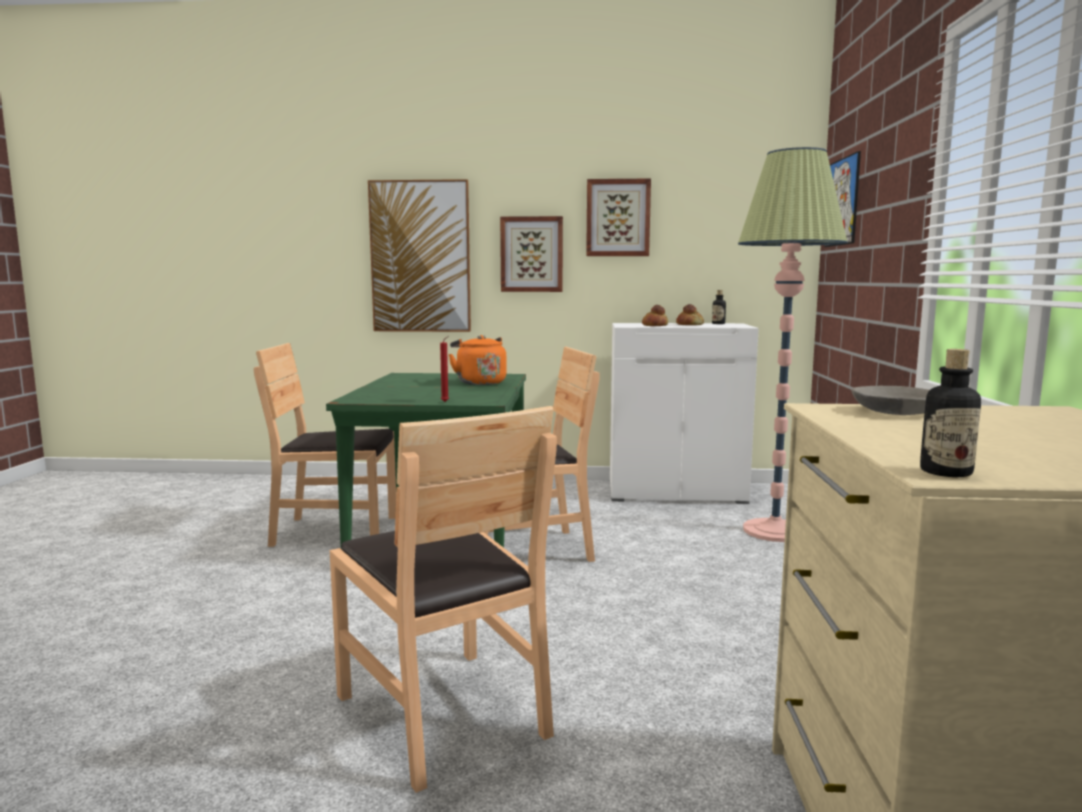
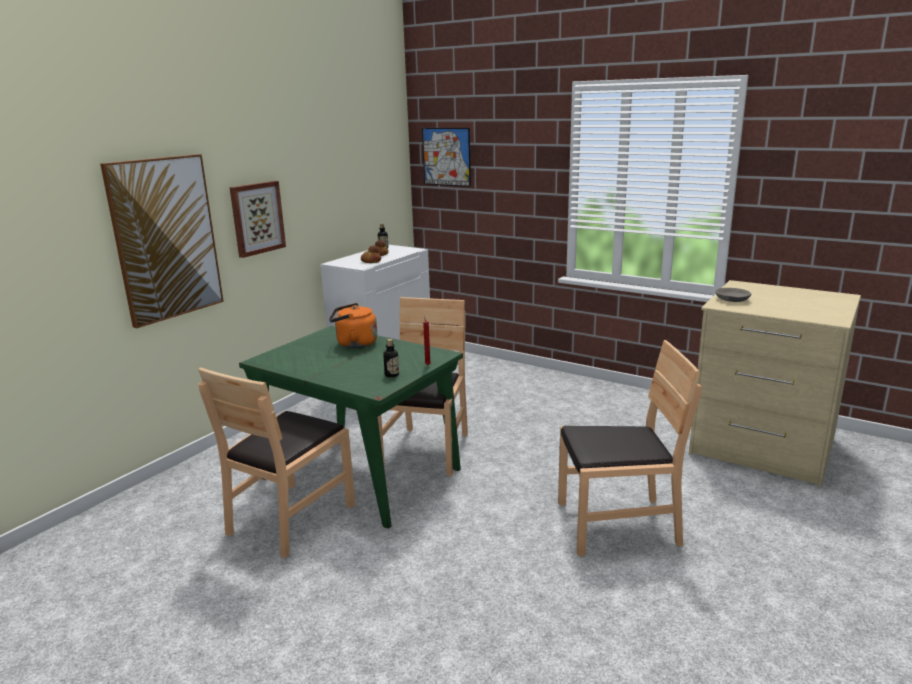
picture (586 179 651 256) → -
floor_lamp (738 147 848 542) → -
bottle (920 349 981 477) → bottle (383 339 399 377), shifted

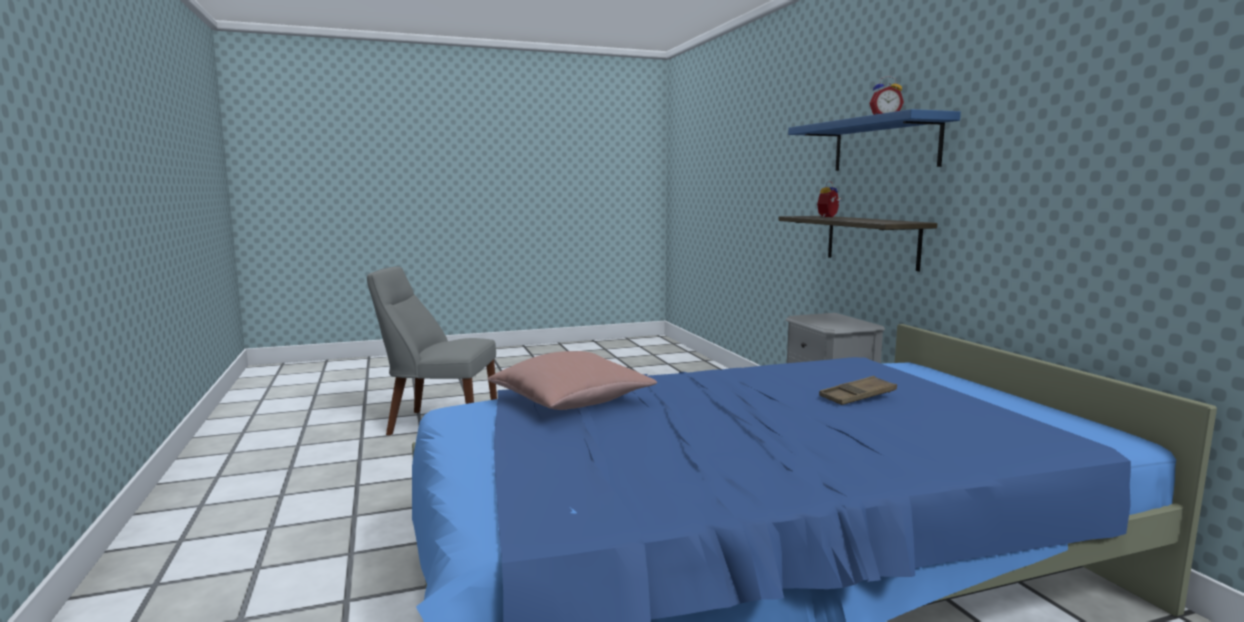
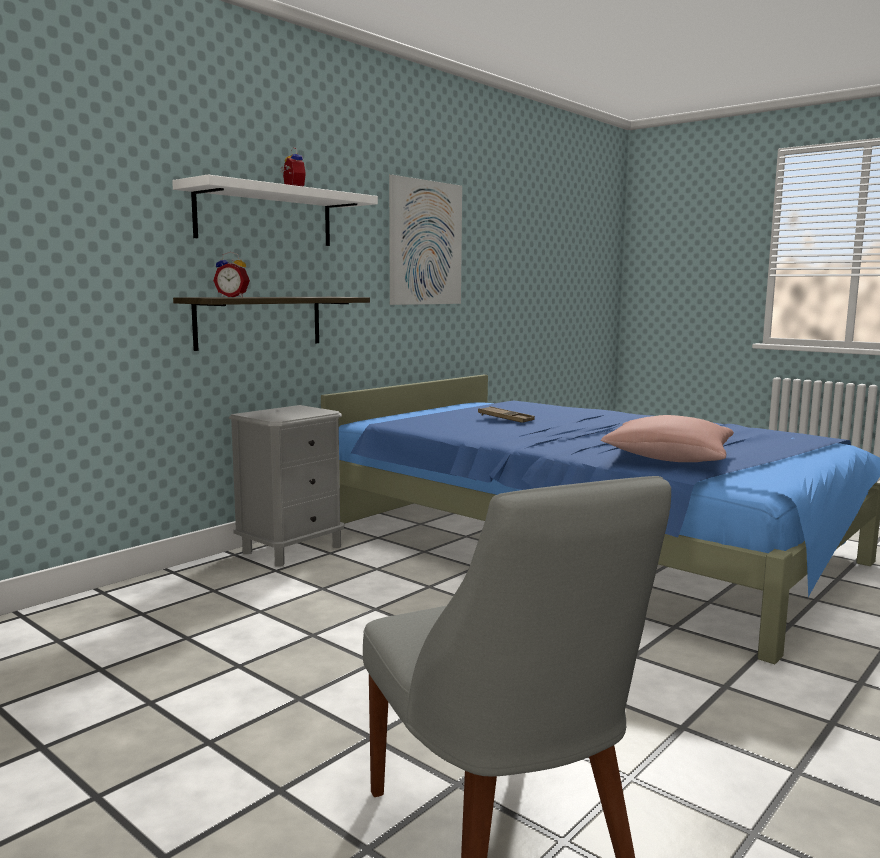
- → picture (389 175 462 305)
blue_shelf (788 109 961 171) → white_shelf (172 175 378 246)

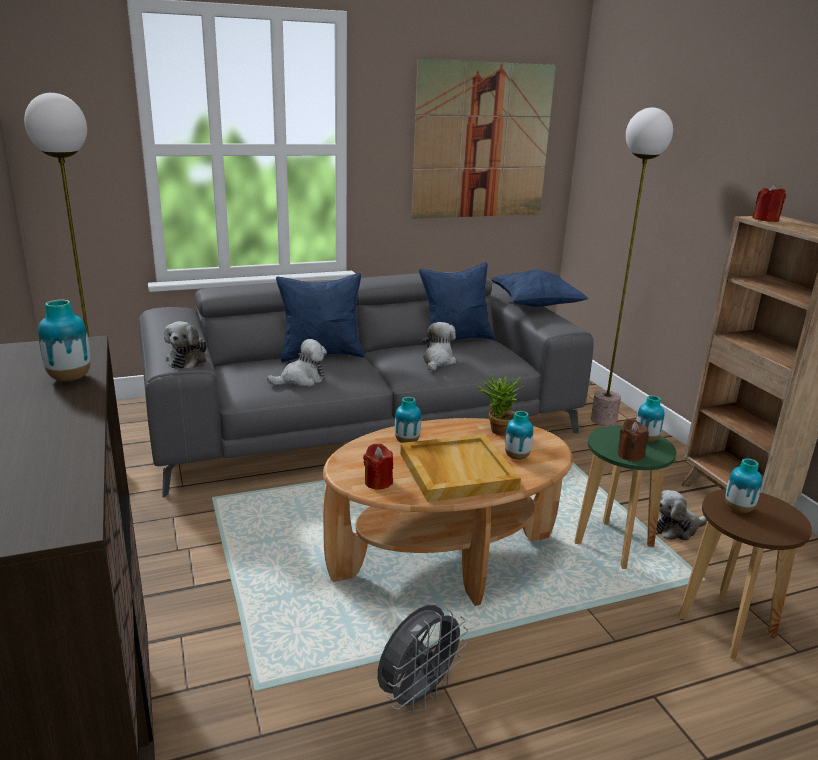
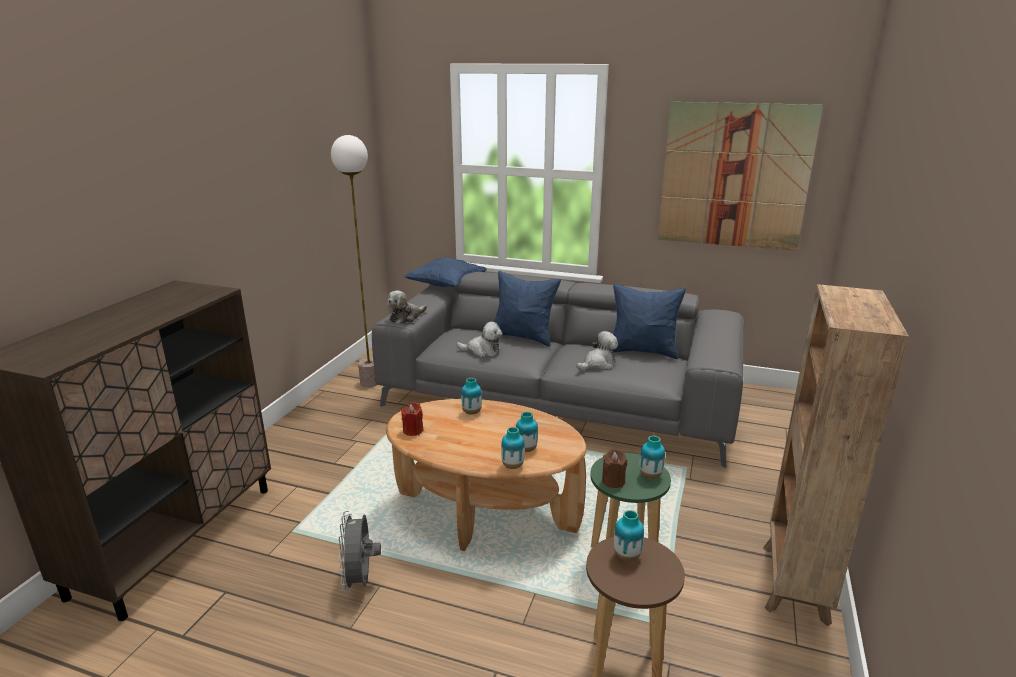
beige_tray (400 434 521 502) → -
potted_plant (478 371 522 436) → -
floor_lamp (591 107 673 426) → -
plush_toy (656 490 707 540) → -
red_candle (752 185 786 222) → -
vase (38 300 91 381) → vase (501 427 525 469), shifted
blue_pillow (491 270 589 307) → blue_pillow (404 258 487 287), shifted
grey_fan (378 605 468 714) → grey_fan (338 511 381 592), 90 degrees clockwise

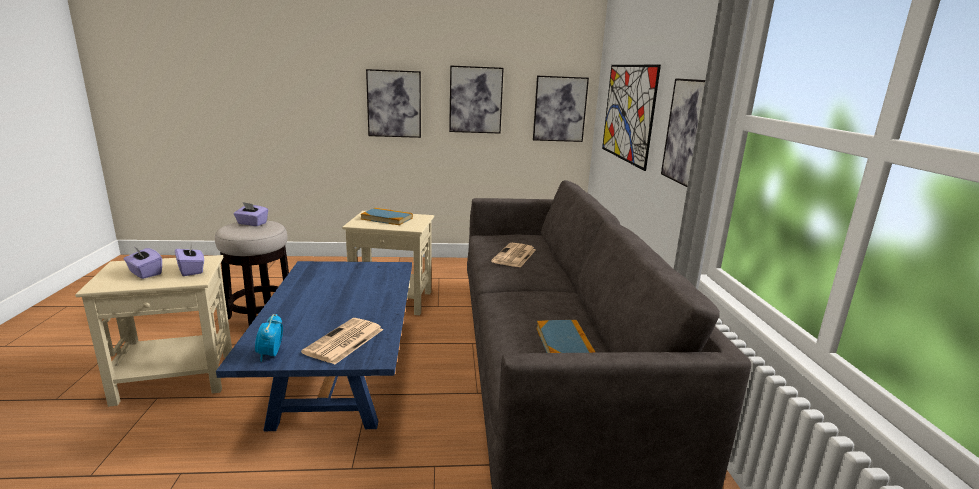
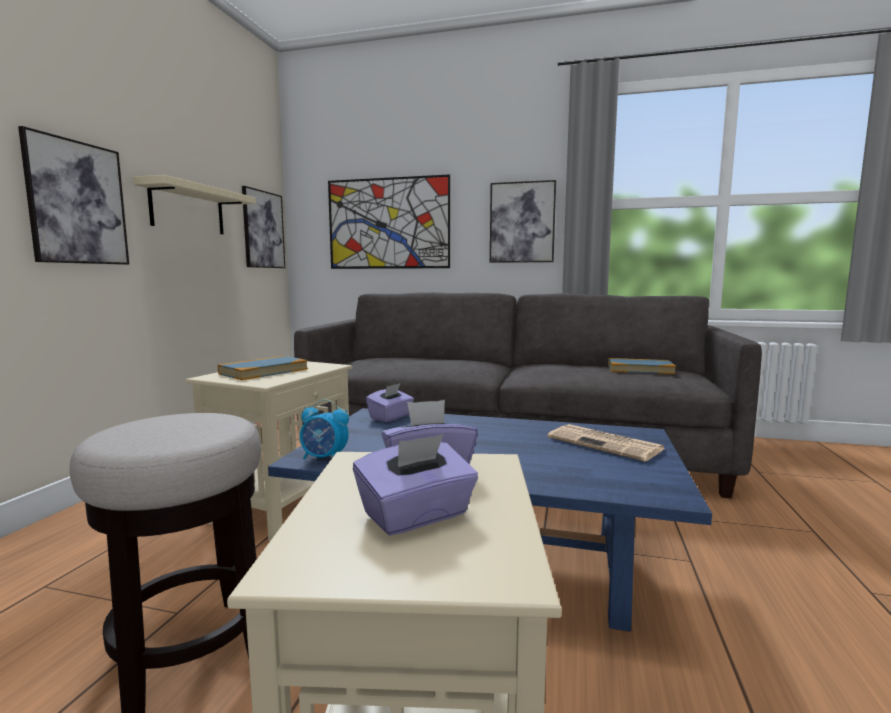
newspaper (491 243 536 268) → -
purple_tissue_box (234 202 268 226) → purple_tissue_box (366 383 414 422), shifted
alarm_clock (255 314 283 362) → alarm_clock (300 399 349 460), shifted
picture (449 65 504 134) → beige_shelf (133 175 256 234)

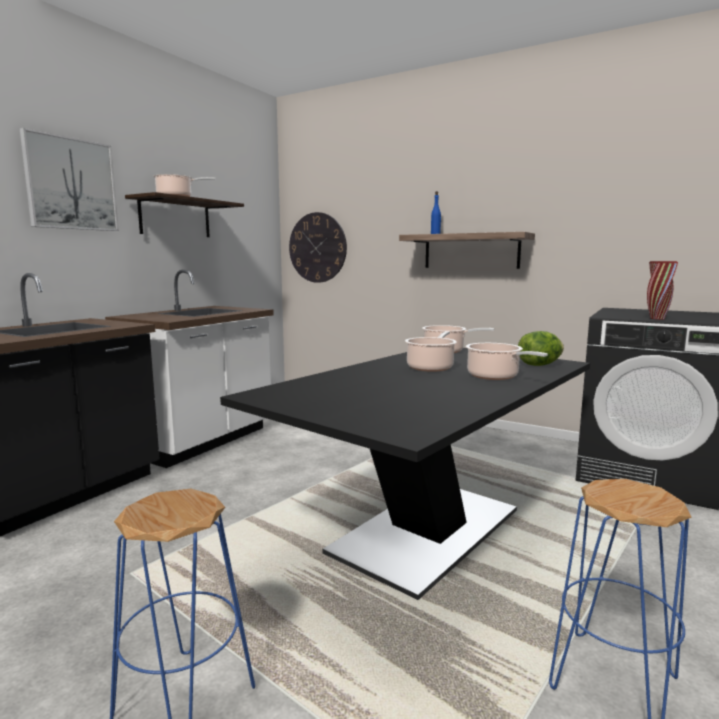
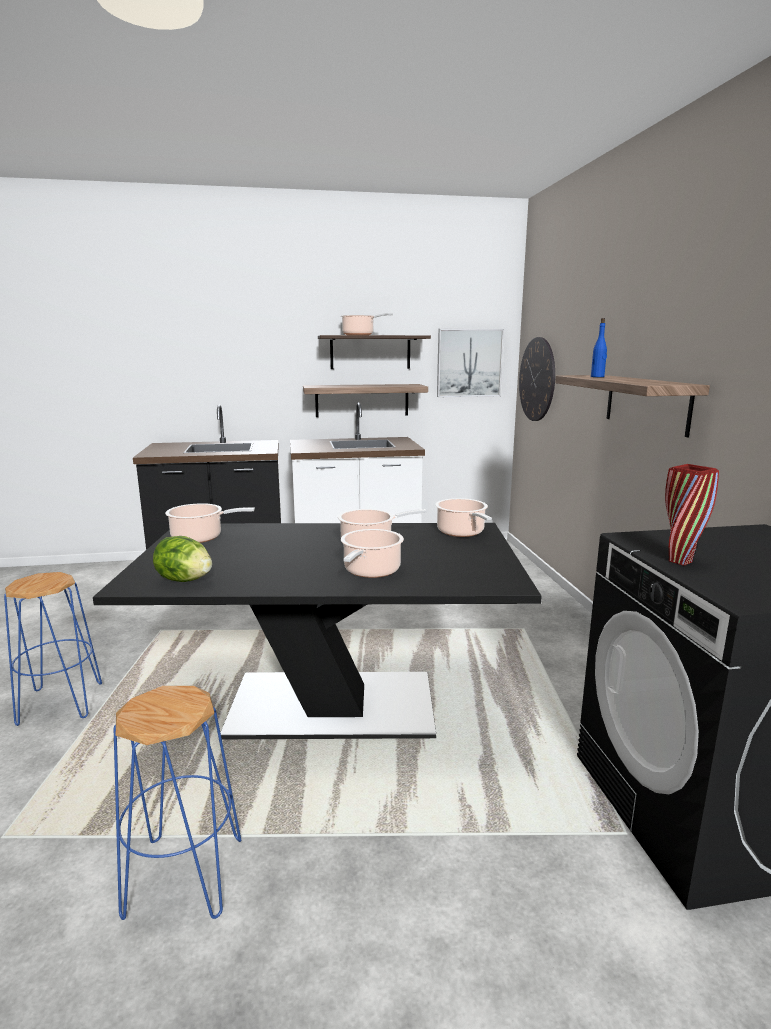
- → cooking_pot (165 503 255 543)
- → shelf (303 384 428 417)
picture (20 128 119 231) → picture (437 329 504 397), shifted
lettuce (518 331 564 366) → lettuce (153 536 212 582), shifted

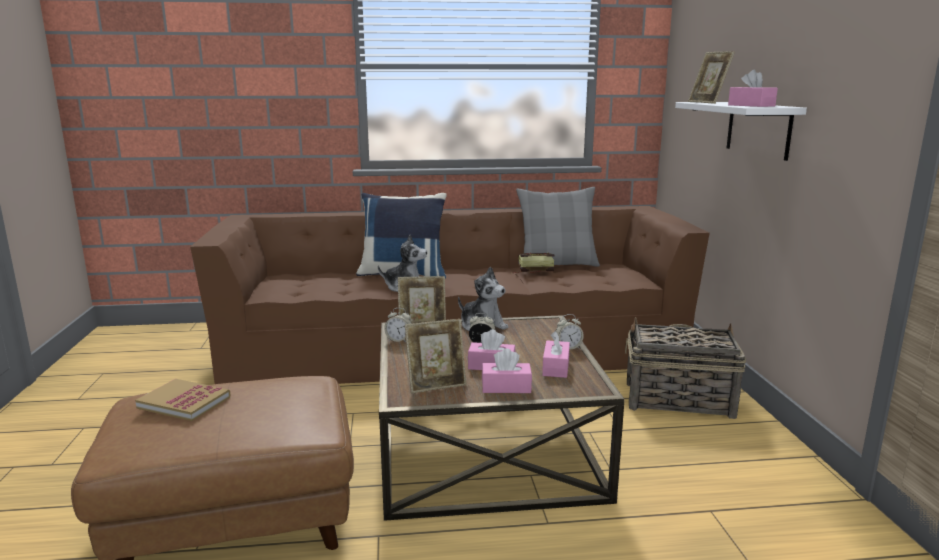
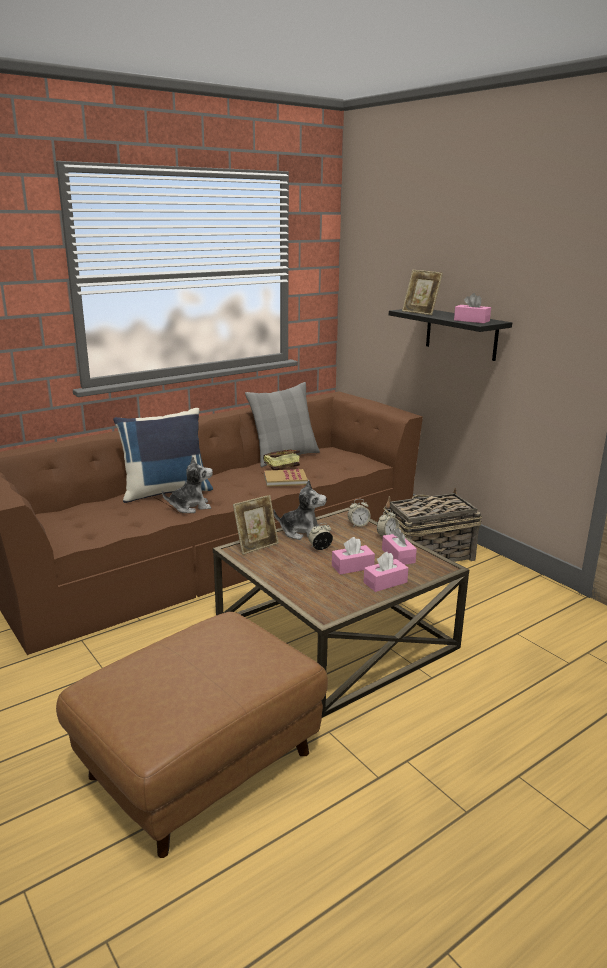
picture_frame (405 319 467 393) → -
book (135 379 231 421) → book (264 469 308 487), shifted
alarm_clock (384 308 412 342) → alarm_clock (348 499 371 527), shifted
white_shelf (675 102 807 161) → black_shelf (389 309 512 361)

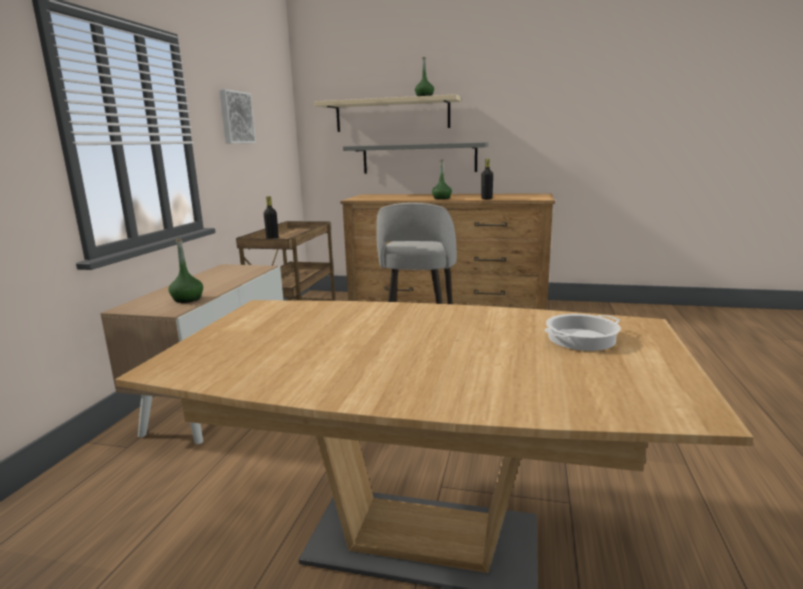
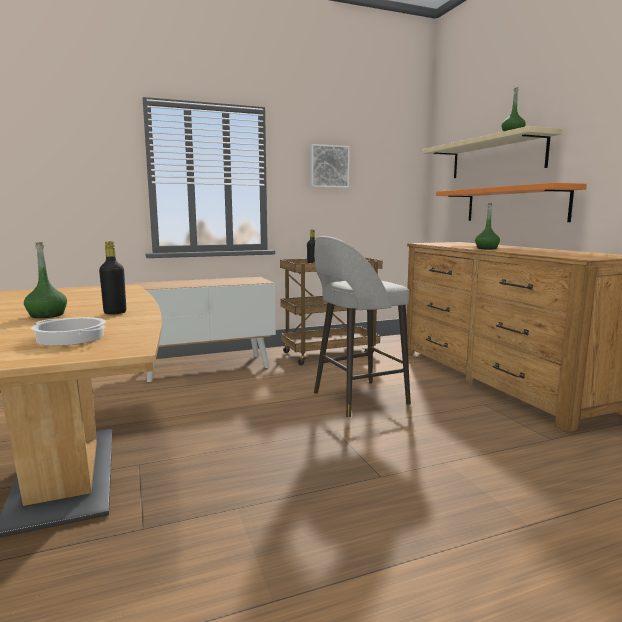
green_bottle (168 238 203 303) → green_bottle (24 242 67 318), shifted
black_bottle (481 159 493 200) → black_bottle (99 241 126 315), shifted
grey_shelf (343 142 488 174) → orange_shelf (436 183 587 222)

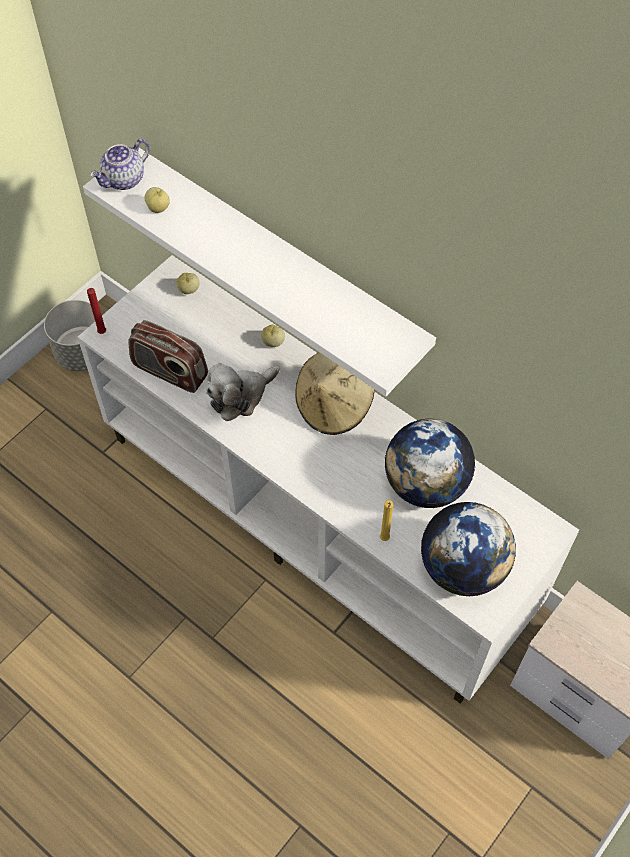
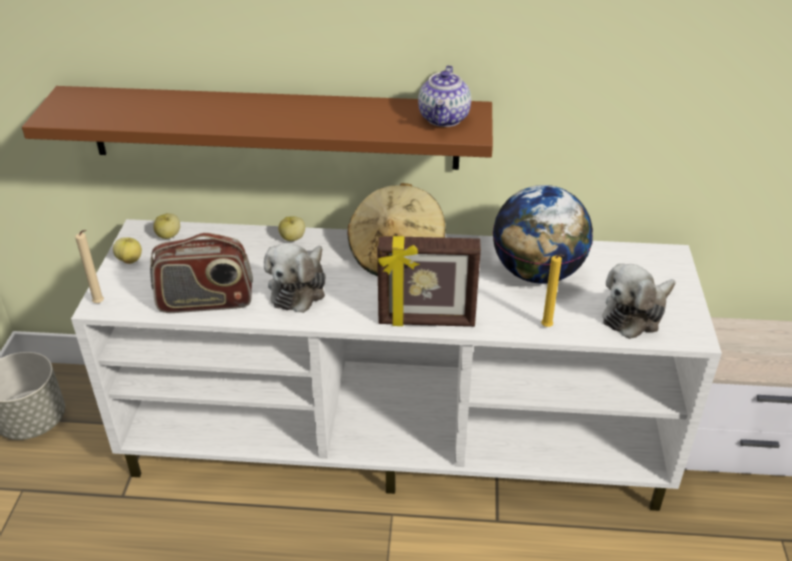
- → picture_frame (377 236 481 327)
teapot (90 139 150 190) → teapot (418 65 471 127), shifted
apple (145 187 170 213) → apple (113 237 142 264), shifted
globe (421 502 516 596) → plush_toy (602 263 676 339)
white_shelf (83 148 436 397) → brown_shelf (22 86 493 170)
red_candle (87 288 106 334) → beige_candle (75 230 104 303)

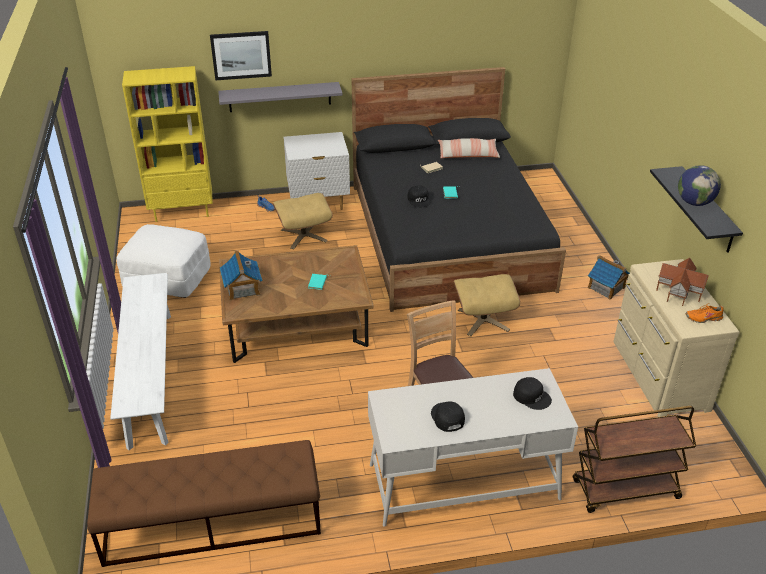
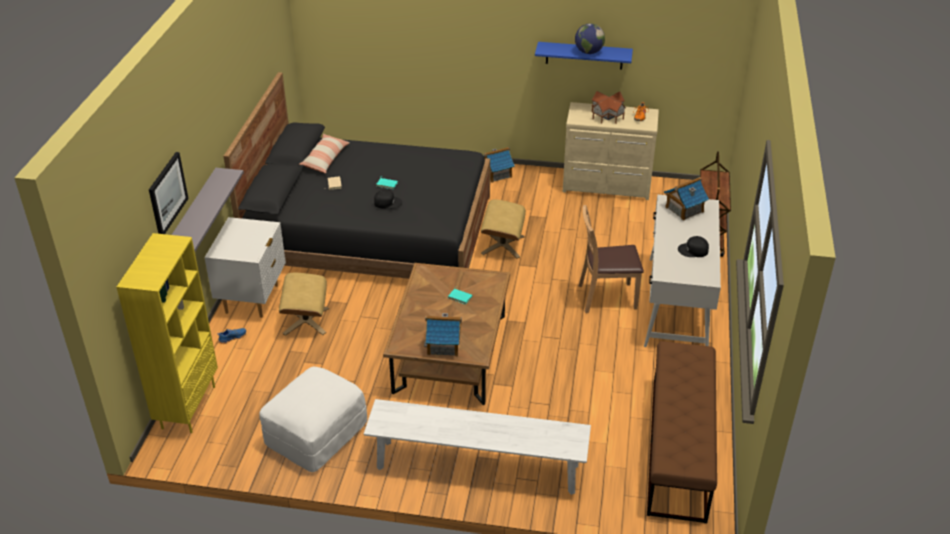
black_cap (513 377 552 410) → toy_house (664 177 709 221)
black_shelf (650 166 743 253) → blue_shelf (535 42 633 70)

